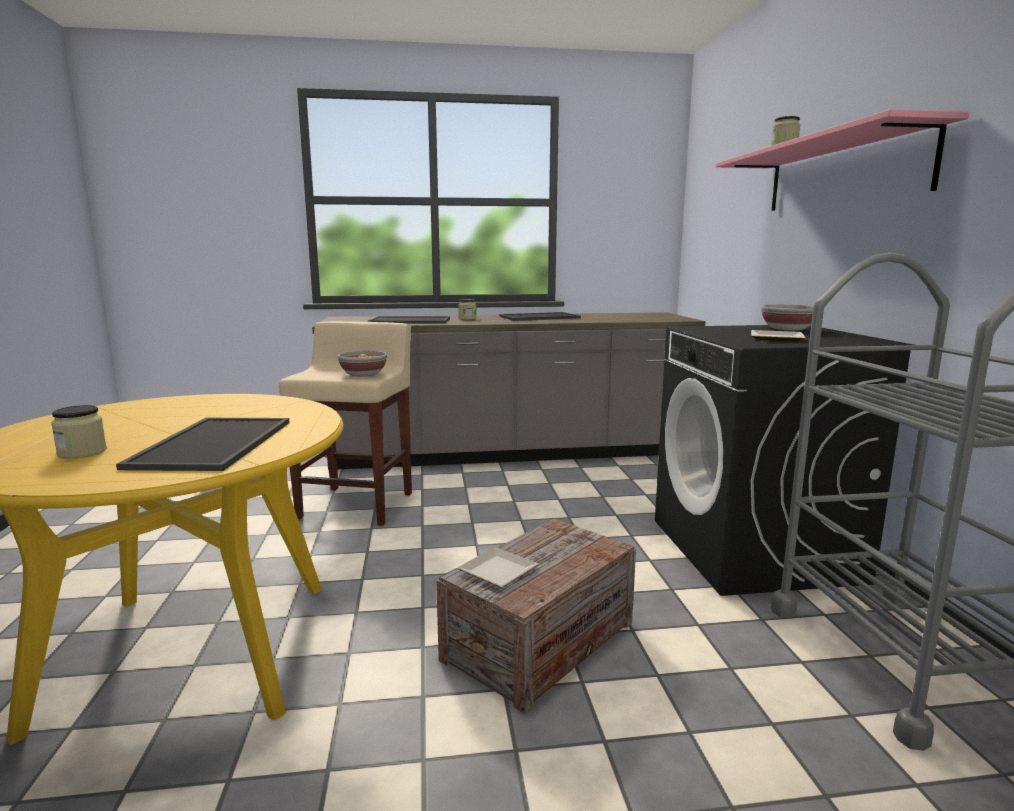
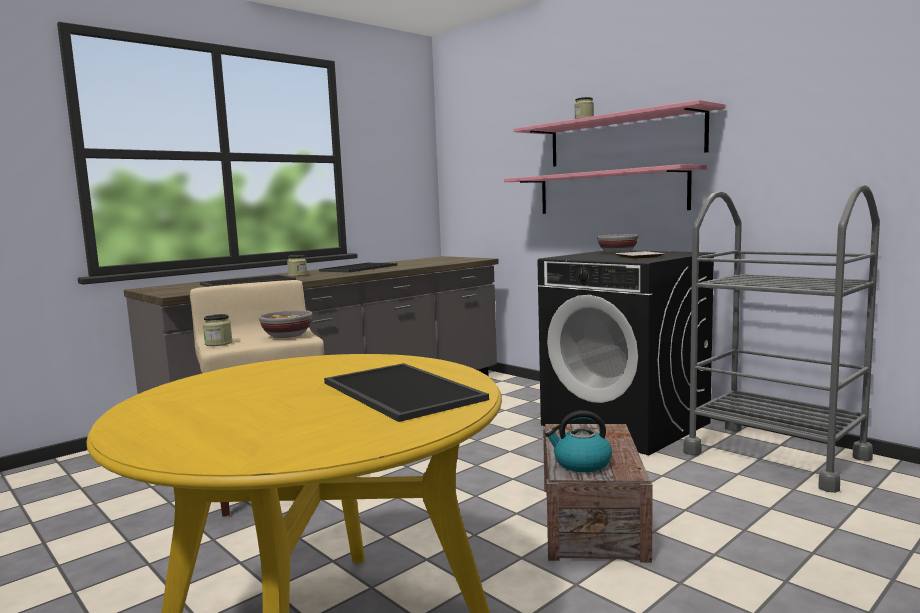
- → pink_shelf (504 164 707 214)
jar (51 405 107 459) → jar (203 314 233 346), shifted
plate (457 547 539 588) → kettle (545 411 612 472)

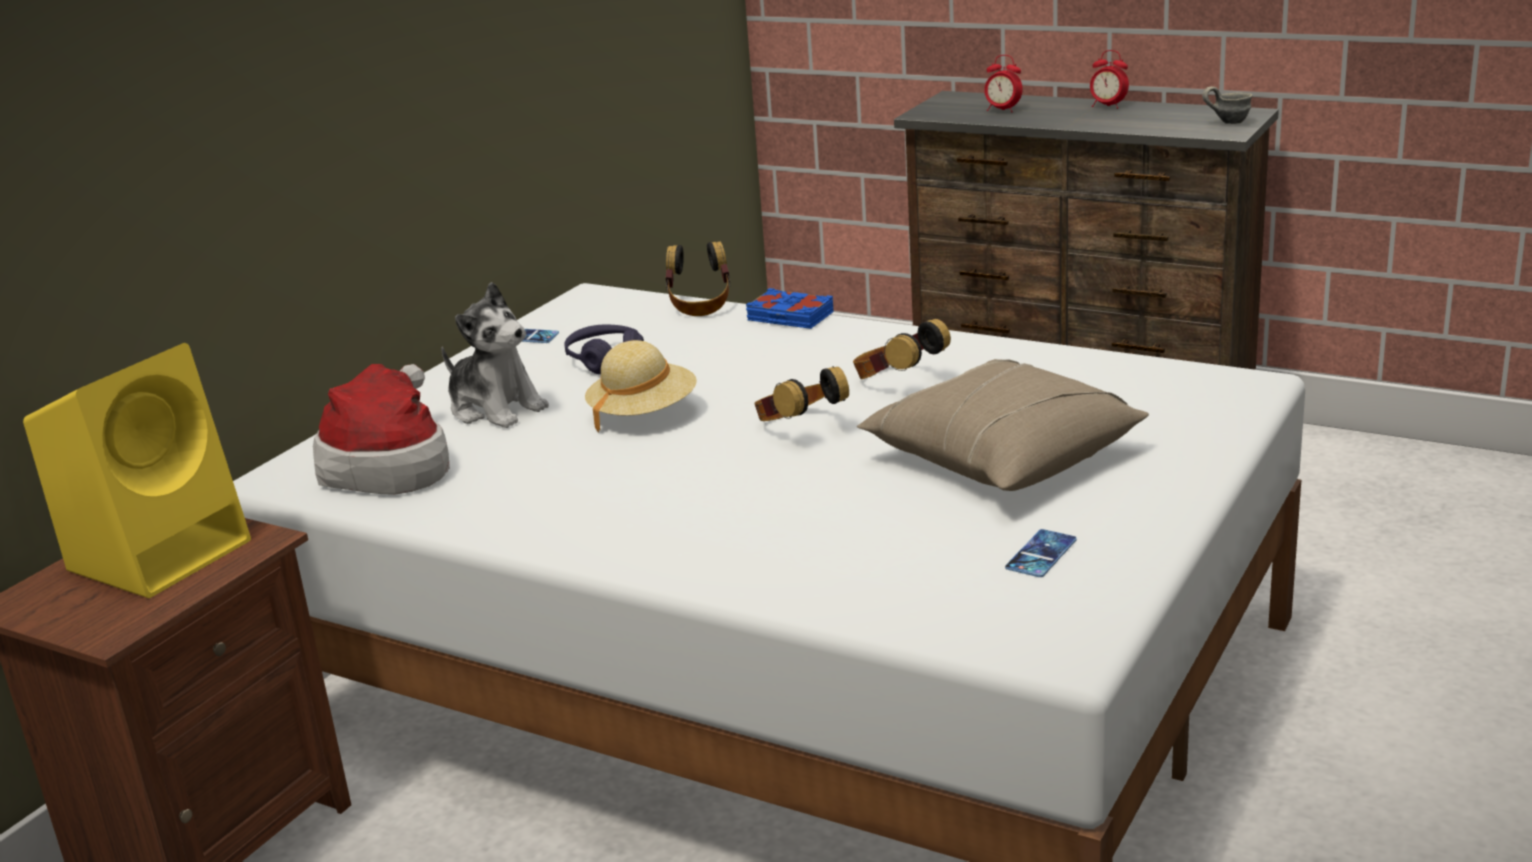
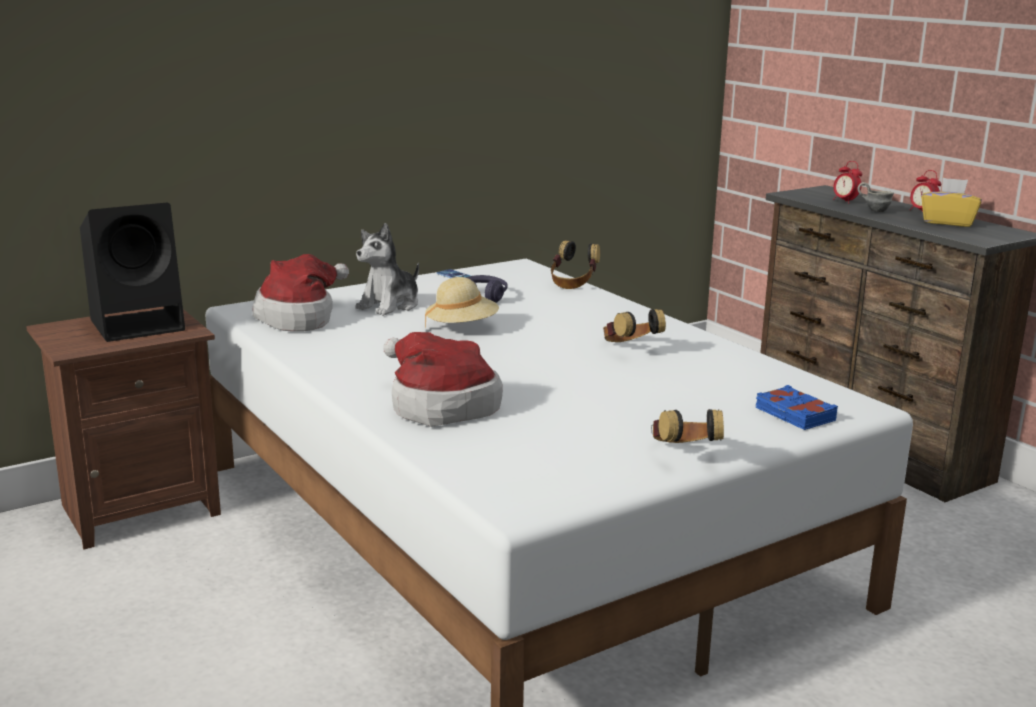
beige_pillow (857 359 1149 491) → -
phone (1005 529 1077 577) → -
- → hat (383 332 503 427)
- → yellow_tissue_box (921 178 982 227)
blue_book (746 288 833 329) → blue_book (756 385 838 430), shifted
headphones (755 366 849 421) → headphones (651 409 724 443), shifted
grey_mug (1202 86 1253 124) → grey_mug (857 182 894 212), shifted
yellow_speaker (23 343 251 598) → black_speaker (80 203 185 342)
plush_toy (441 282 549 428) → plush_toy (355 223 419 316), 60 degrees clockwise

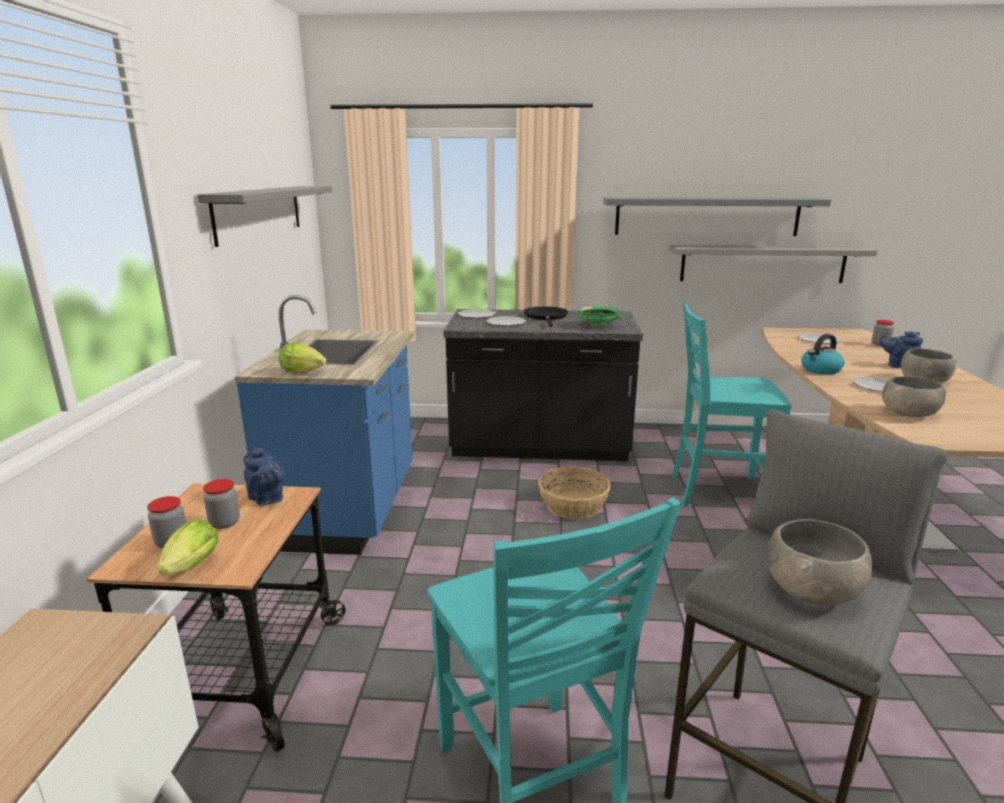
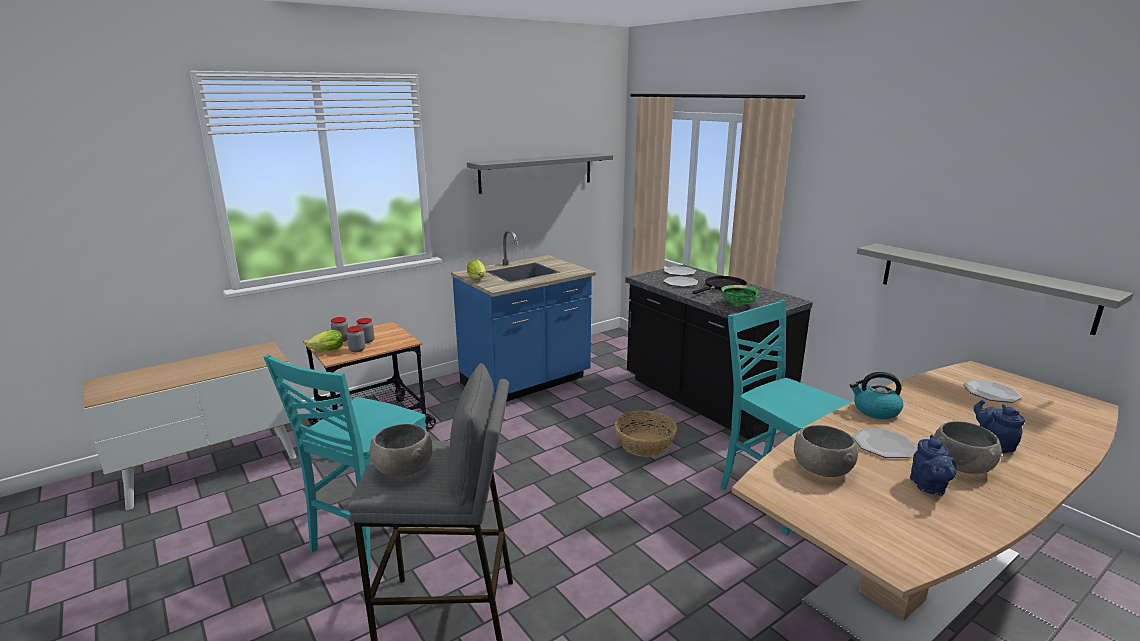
grey_shelf (603 197 831 236) → -
blue_teapot (243 446 286 506) → blue_teapot (910 435 957 495), shifted
jar (872 320 894 346) → jar (347 326 365 352), shifted

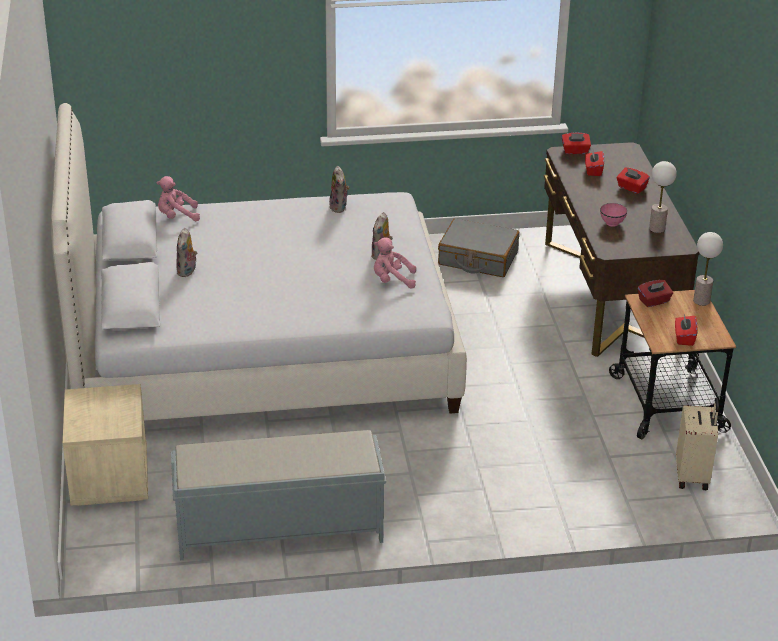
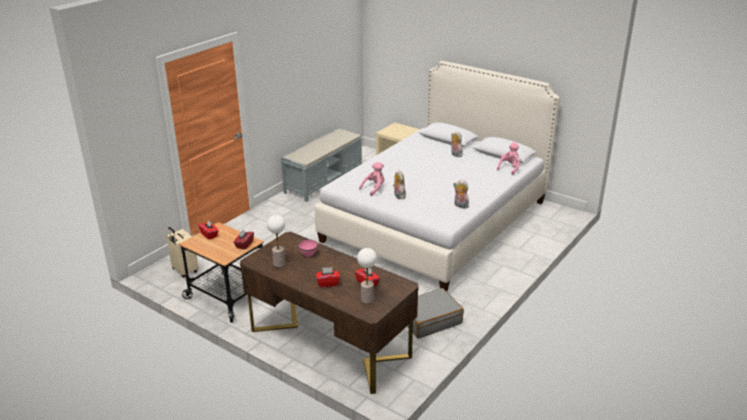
red_tissue_box (561 133 591 154) → -
table_lamp (693 232 723 306) → table_lamp (357 248 377 304), shifted

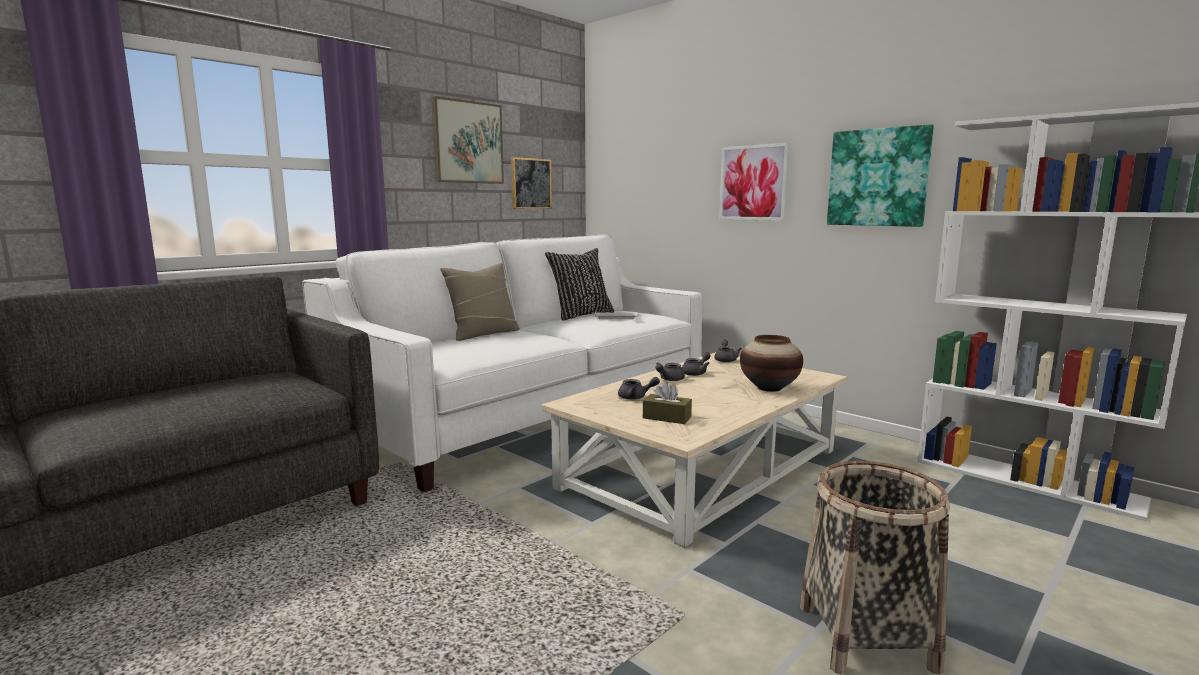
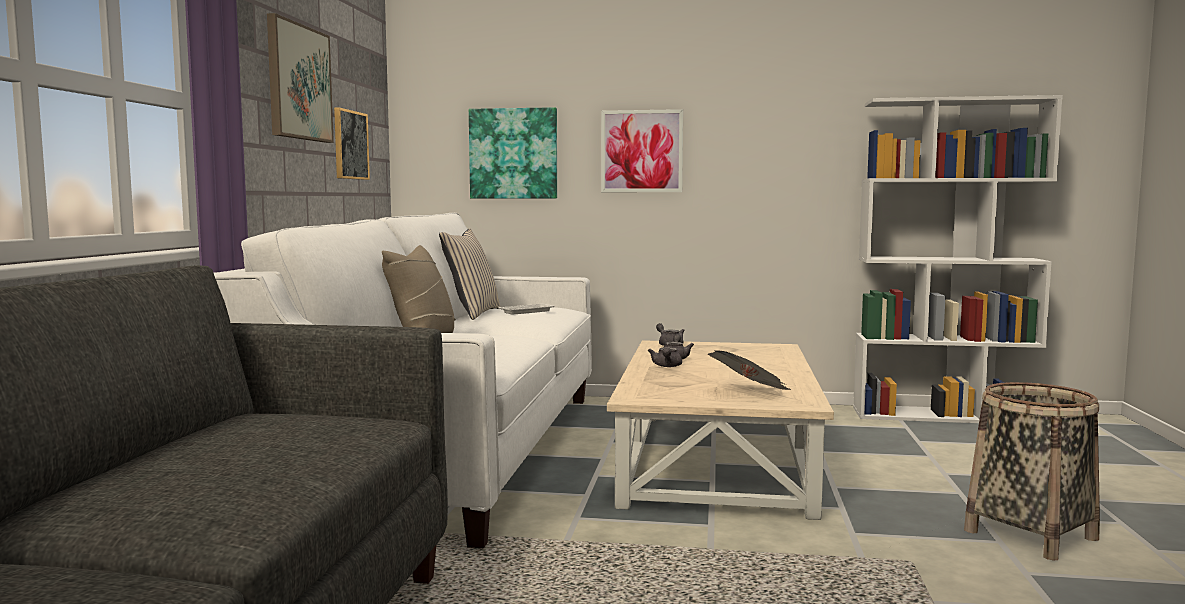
grey_teapot (618 377 660 400) → -
vase (740 335 803 392) → -
picture (827 124 934 227) → picture (469 107 557 198), shifted
brown_tissue_box (643 382 692 424) → newspaper (708 350 792 390)
black_pillow (545 248 614 321) → beige_pillow (439 228 500 320)

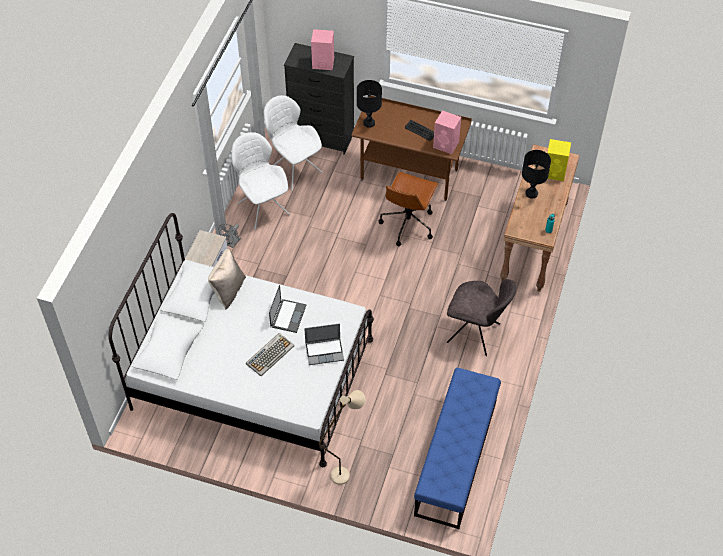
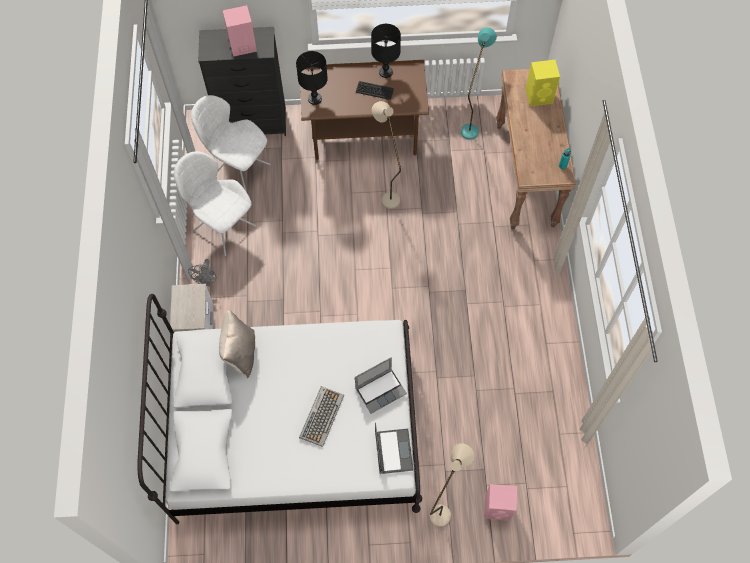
blue_bench (414 368 501 529) → -
grey_chair (447 279 516 356) → -
- → turquoise_floor_lamp (461 27 497 139)
laptop (269 285 306 333) → laptop (375 423 413 474), shifted
pink_speaker (433 110 461 154) → pink_speaker (484 484 517 521), shifted
black_table_lamp (522 150 551 199) → black_table_lamp (371 24 401 78), shifted
brown_office_chair (379 172 438 246) → beige_floor_lamp (372 101 401 209)

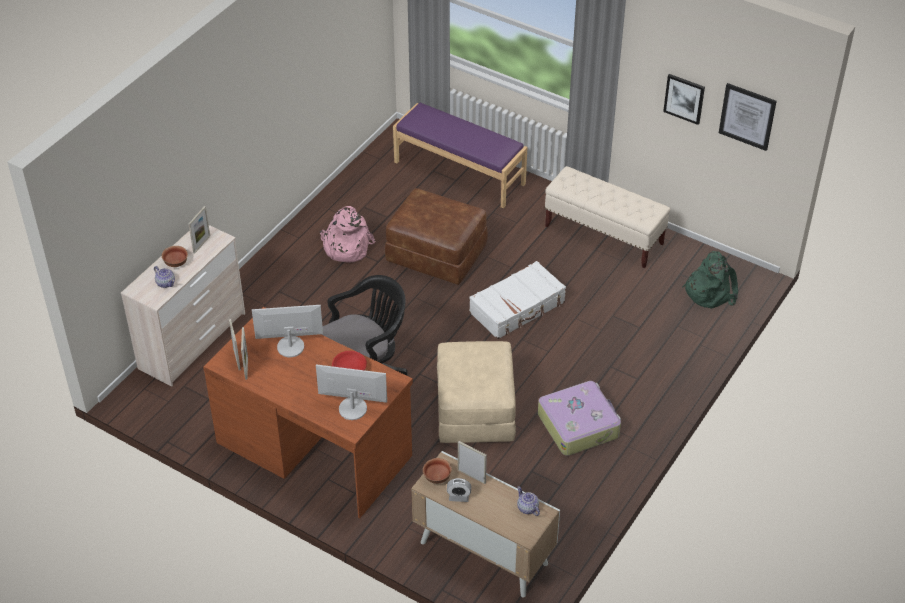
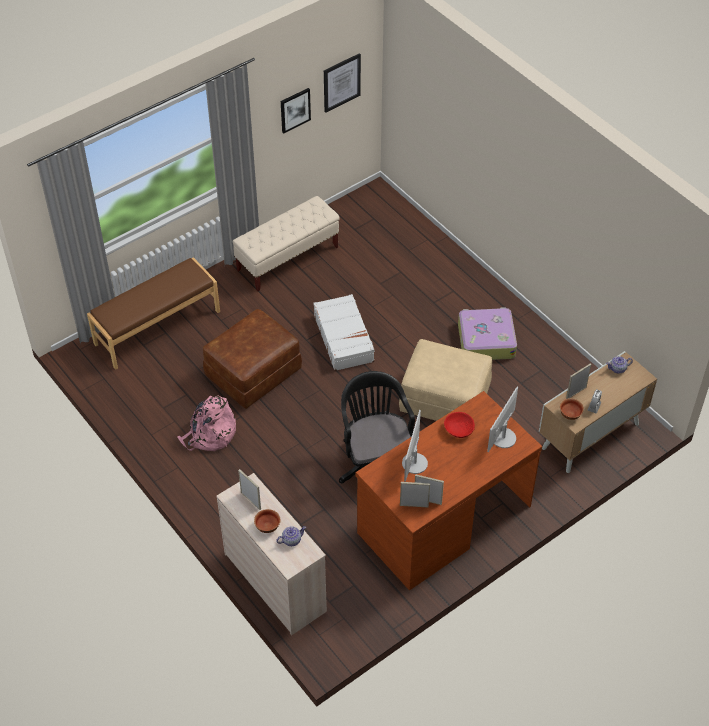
green_backpack (682 251 738 309) → -
purple_bench (393 103 527 208) → brown_bench (87 257 220 370)

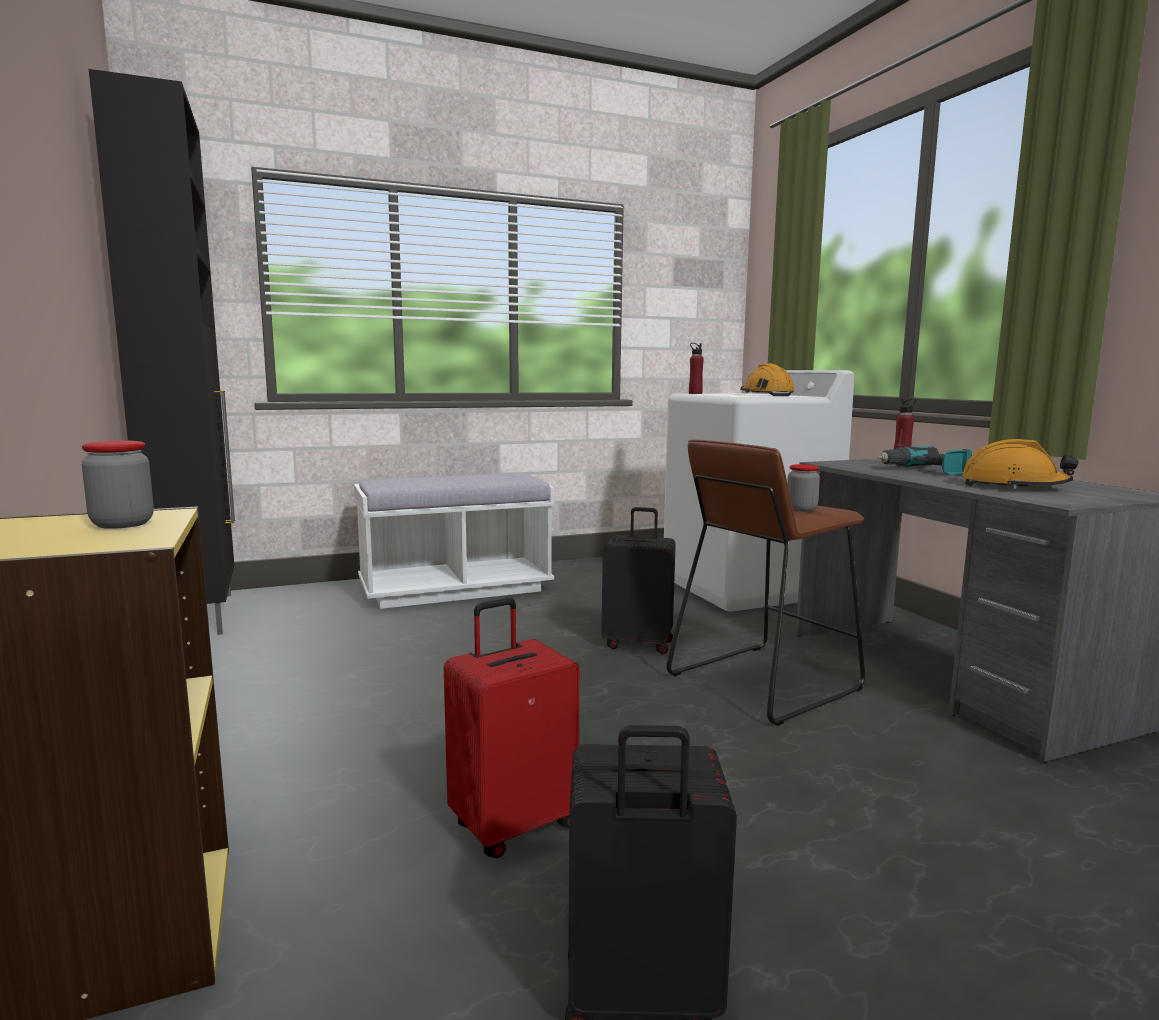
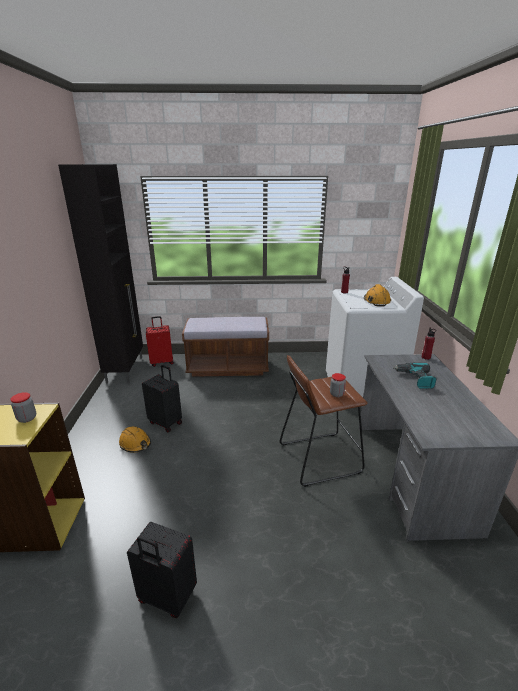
red_suitcase (444 598 580 858) → red_suitcase (146 316 174 367), shifted
black_suitcase (601 507 676 654) → black_suitcase (142 365 182 433), shifted
orange_hard_hat (962 439 1079 489) → orange_hard_hat (119 426 151 453), shifted
white_bench (354 473 554 609) → brown_bench (182 317 269 377)

